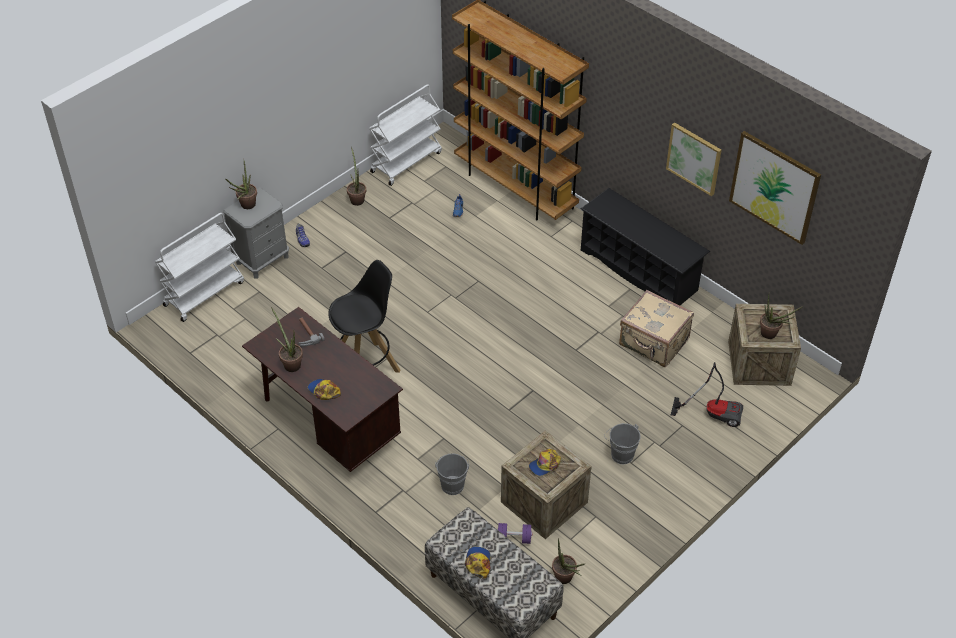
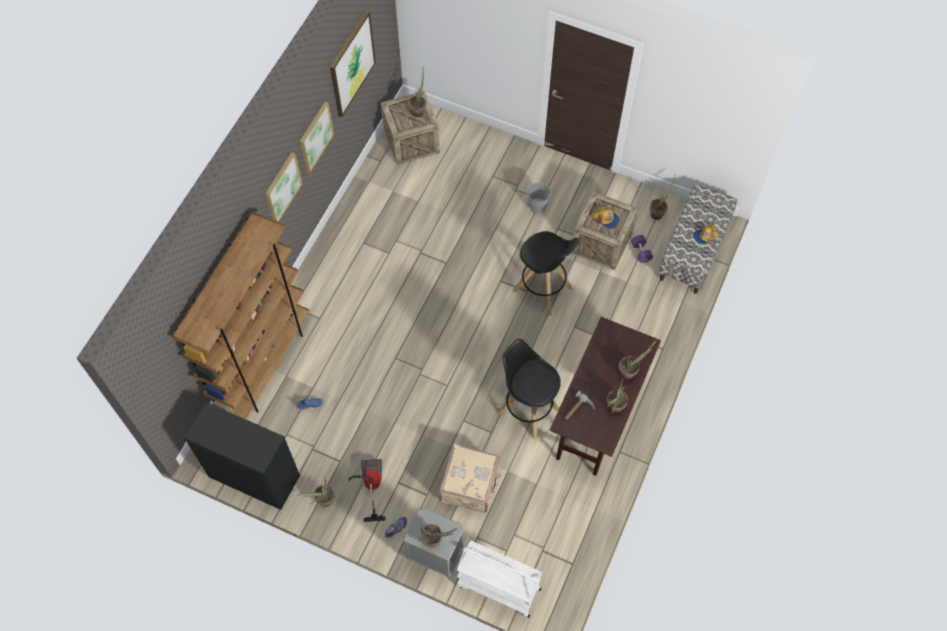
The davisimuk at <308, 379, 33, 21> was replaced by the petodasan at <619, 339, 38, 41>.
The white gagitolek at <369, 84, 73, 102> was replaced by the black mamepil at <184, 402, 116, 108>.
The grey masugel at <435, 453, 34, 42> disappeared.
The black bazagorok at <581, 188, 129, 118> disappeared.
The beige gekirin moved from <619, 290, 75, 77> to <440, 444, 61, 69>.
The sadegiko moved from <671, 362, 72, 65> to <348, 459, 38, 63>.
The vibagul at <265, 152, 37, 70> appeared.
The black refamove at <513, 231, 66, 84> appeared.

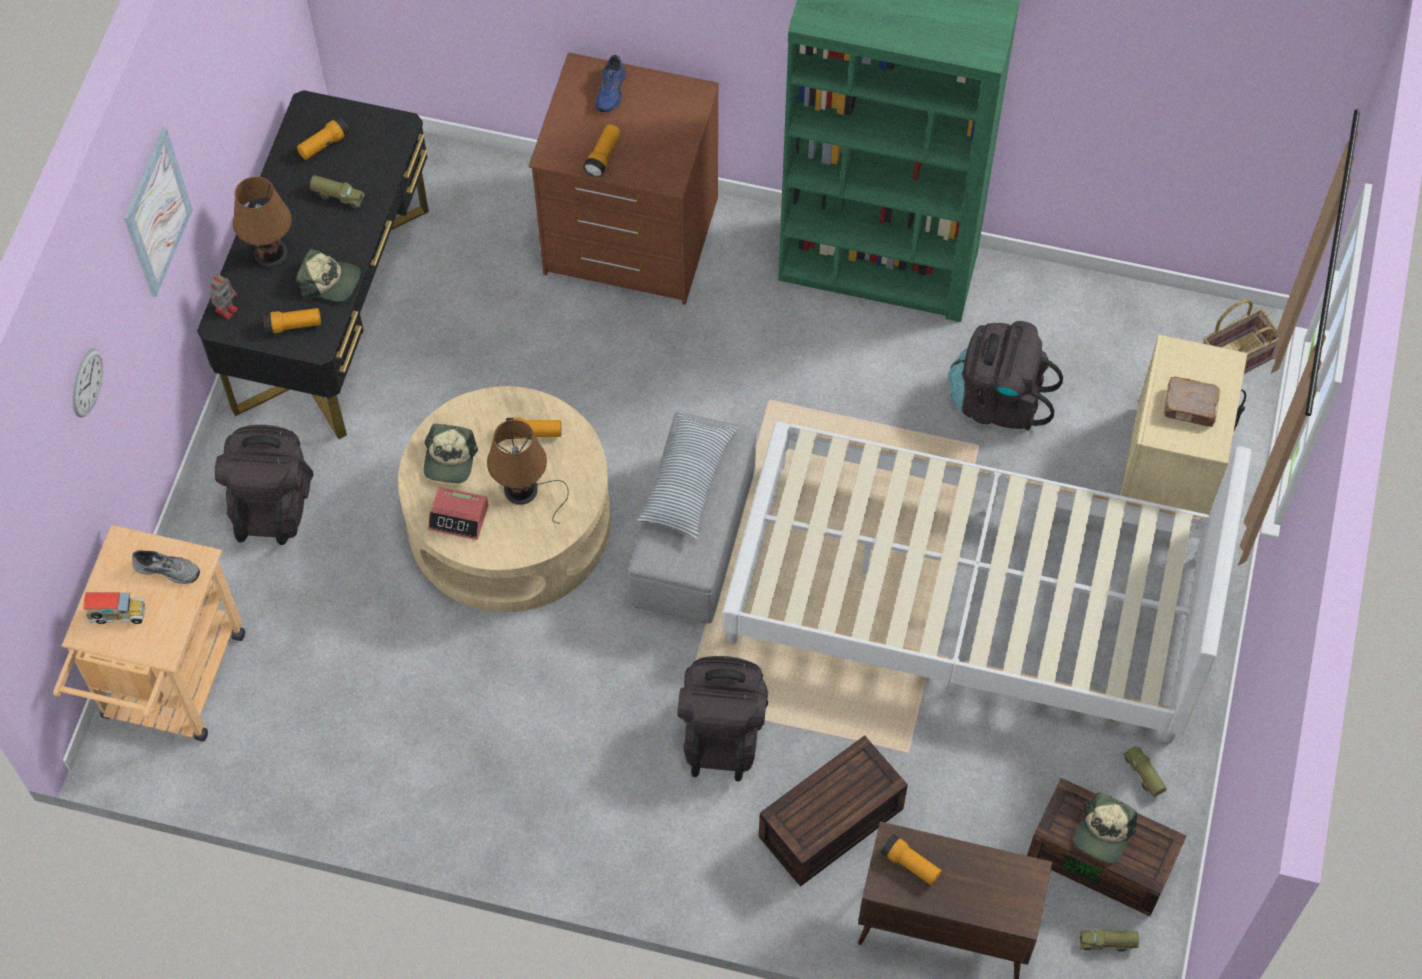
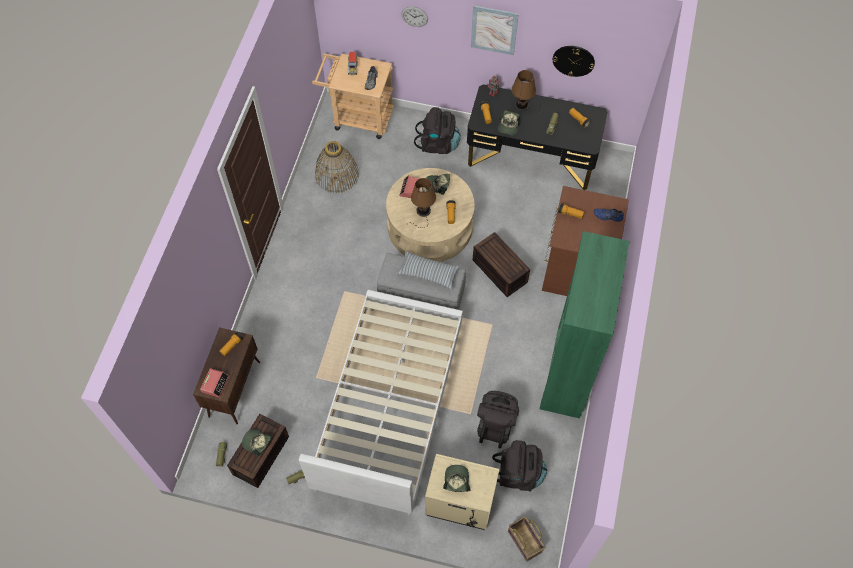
The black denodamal moved from <677, 656, 91, 125> to <492, 440, 55, 52>.
The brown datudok moved from <759, 735, 149, 152> to <473, 232, 57, 65>.
The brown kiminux at <1163, 377, 57, 50> was replaced by the davisimuk at <443, 465, 28, 27>.
The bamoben at <200, 368, 30, 30> appeared.
The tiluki at <315, 141, 44, 53> appeared.
The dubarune at <553, 46, 42, 31> appeared.

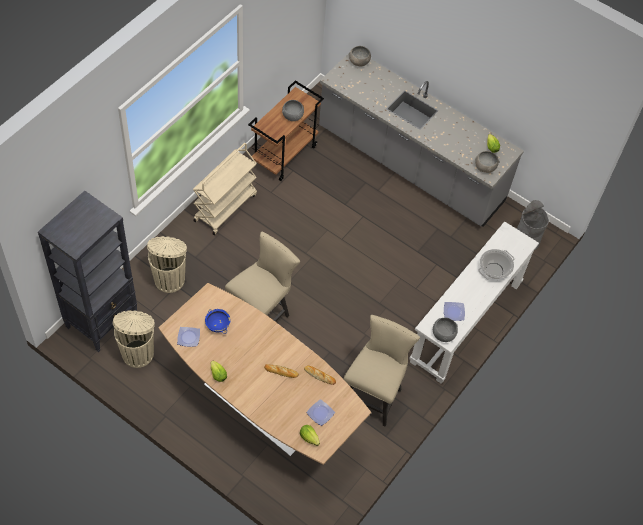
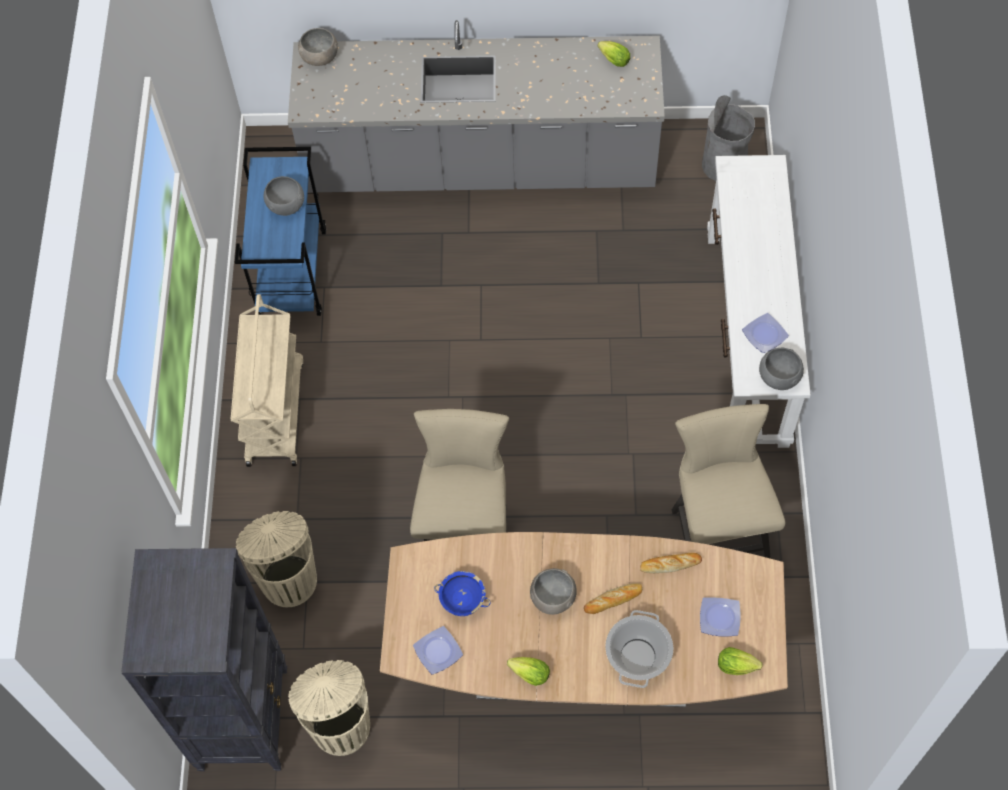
The brown gagitolek at <248, 80, 76, 101> became the blue gagitolek at <235, 147, 91, 169>.
The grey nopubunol moved from <475, 151, 24, 22> to <530, 568, 47, 47>.
The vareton moved from <478, 249, 37, 30> to <605, 610, 68, 78>.

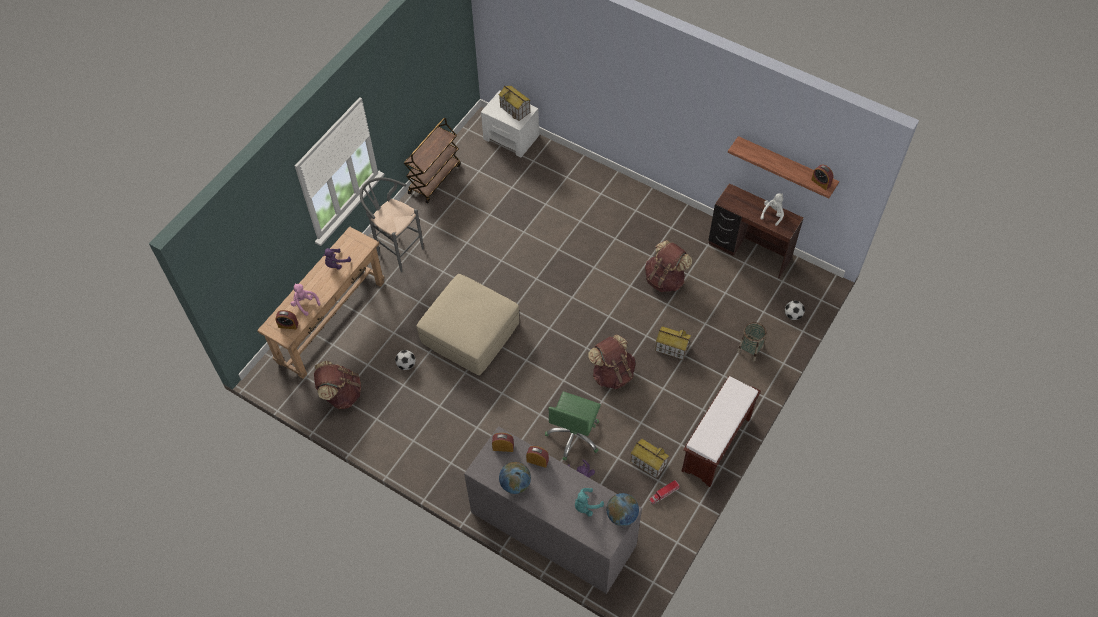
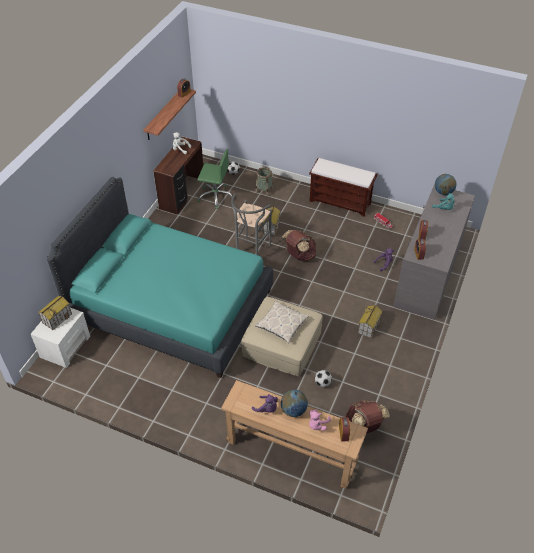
The grey refamove moved from <360, 177, 64, 95> to <231, 193, 41, 62>.
The brown gagitolek at <404, 118, 57, 85> disappeared.
The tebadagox moved from <499, 462, 32, 32> to <281, 390, 27, 27>.
The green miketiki moved from <545, 392, 56, 69> to <197, 149, 36, 60>.
The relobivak moved from <630, 439, 39, 40> to <358, 305, 24, 33>.
The brown denodamal at <645, 240, 47, 52> disappeared.
The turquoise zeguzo at <47, 177, 226, 201> appeared.
The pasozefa at <255, 301, 54, 42> appeared.

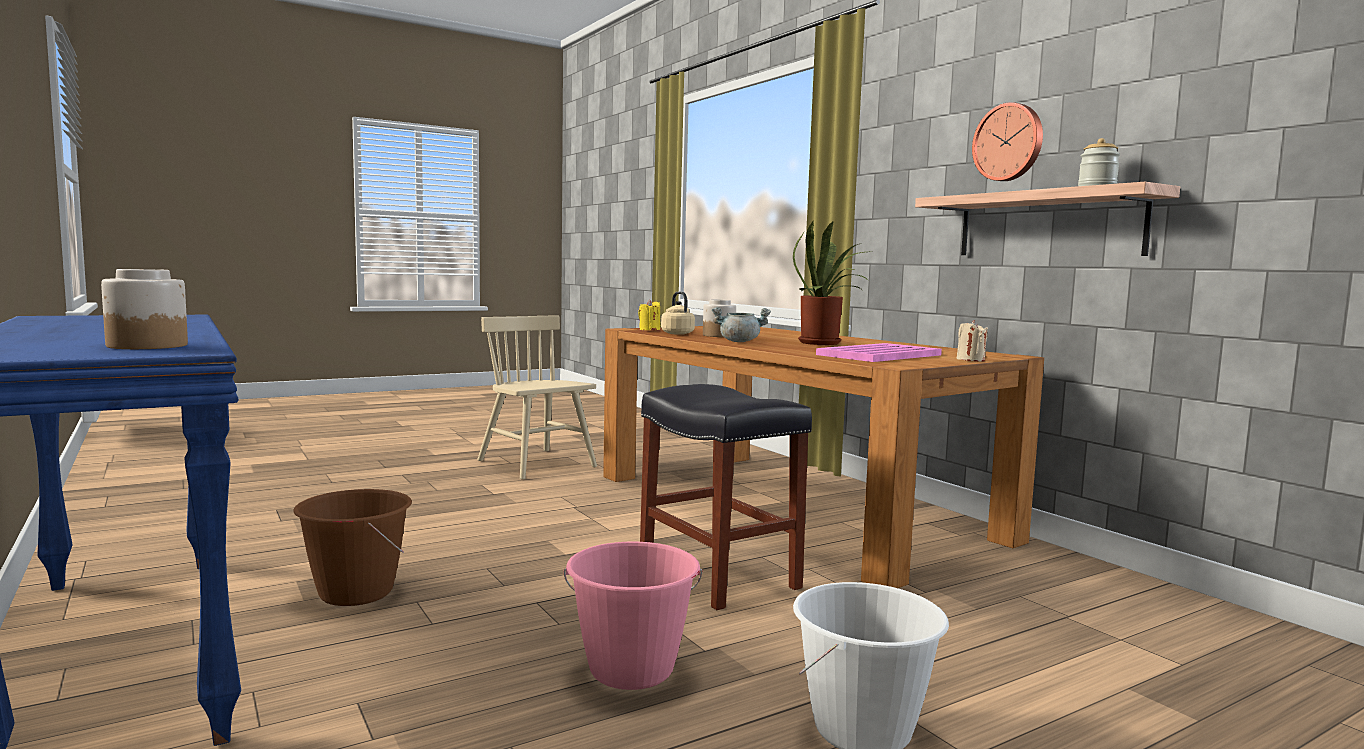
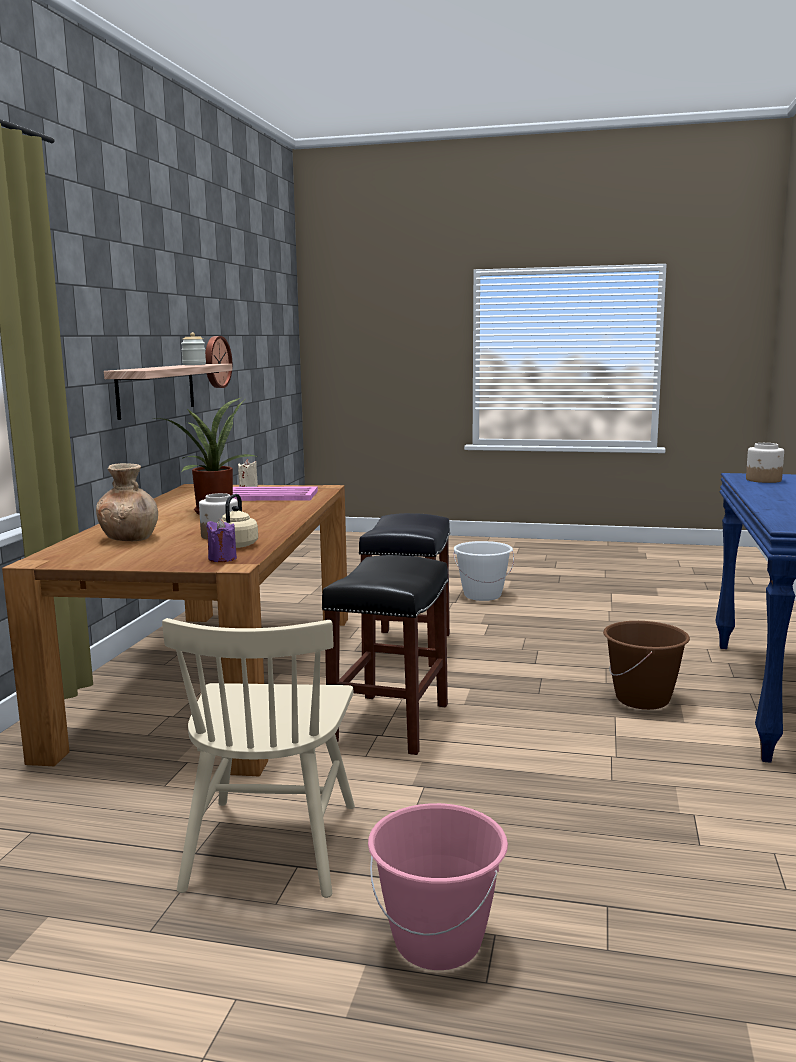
The pink masugel moved from <563, 542, 140, 148> to <368, 803, 140, 167>.
The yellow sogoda at <638, 299, 22, 31> became the purple sogoda at <206, 519, 31, 43>.
The grey vareton at <712, 307, 59, 35> disappeared.
The dubarune moved from <972, 102, 71, 79> to <205, 336, 27, 52>.
The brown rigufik at <96, 463, 62, 78> appeared.
The black refamove at <322, 555, 127, 200> appeared.

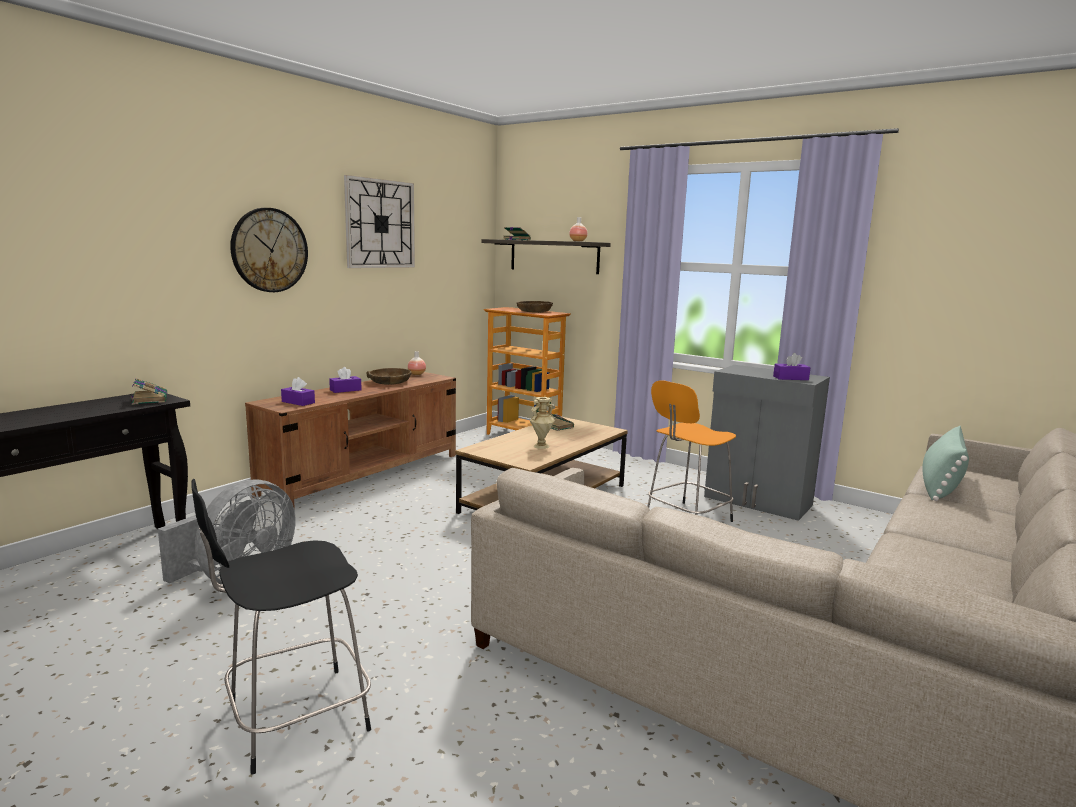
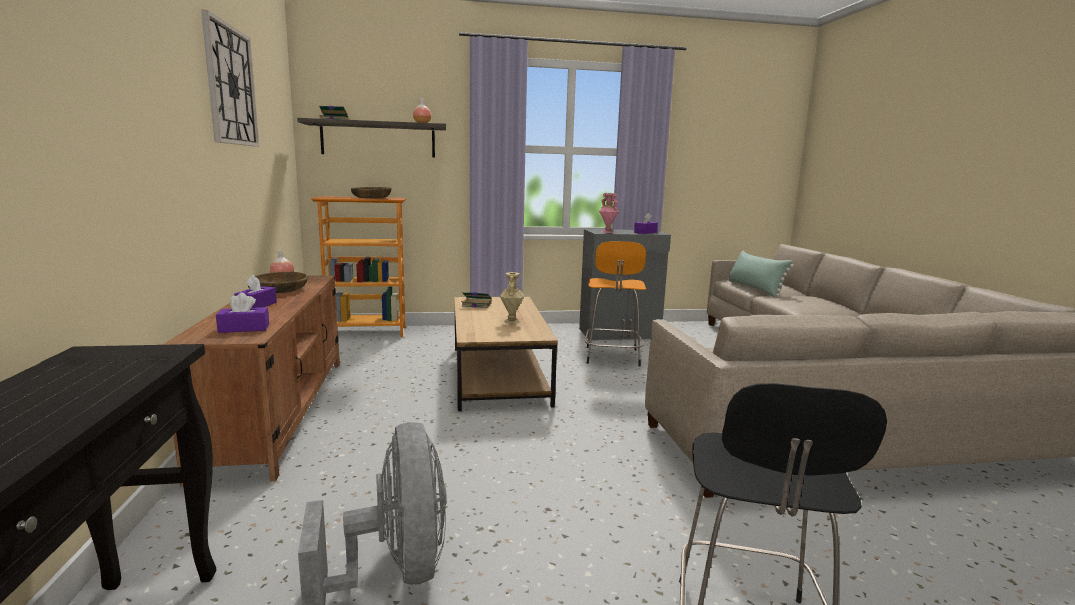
The kiminux at <131, 378, 36, 27> disappeared.
The dubarune at <230, 208, 78, 84> disappeared.
The pink rigufik at <599, 193, 20, 40> appeared.

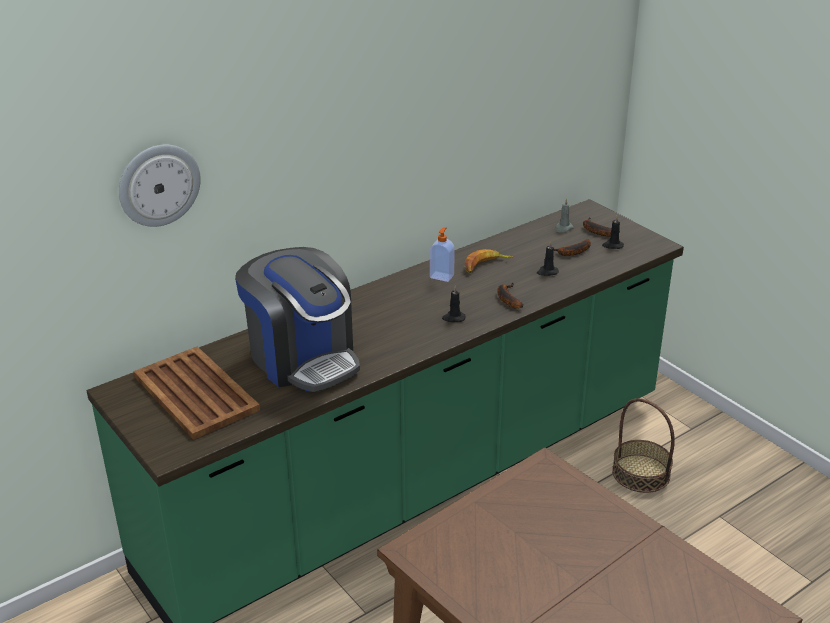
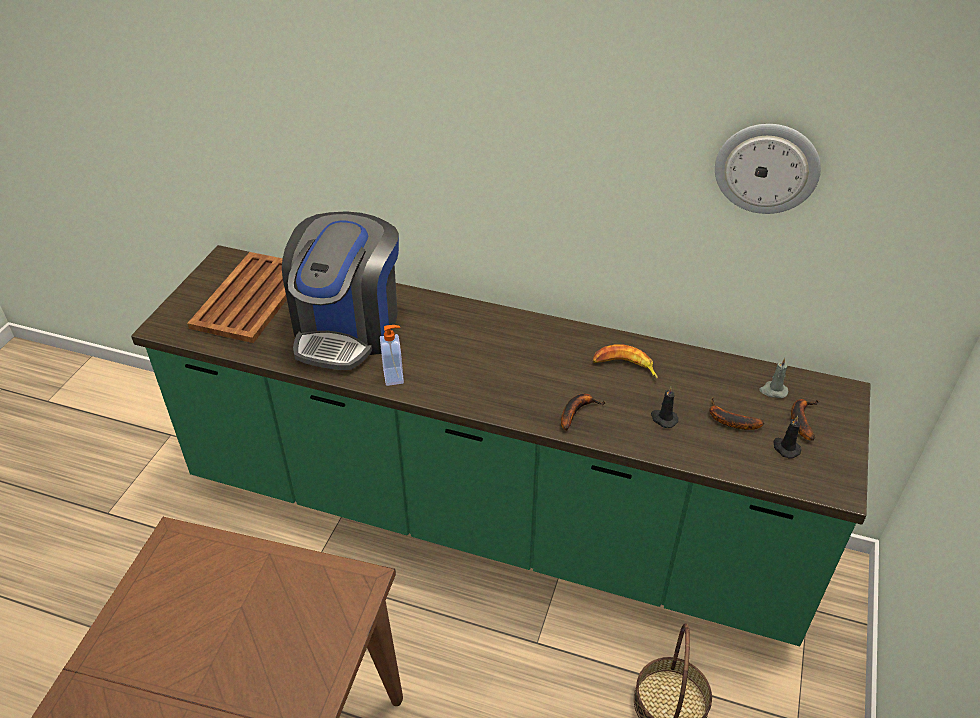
The dubarune moved from <119, 145, 82, 82> to <715, 124, 106, 90>.
The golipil moved from <430, 227, 25, 55> to <380, 325, 24, 61>.
The black sogoda at <442, 286, 24, 36> disappeared.

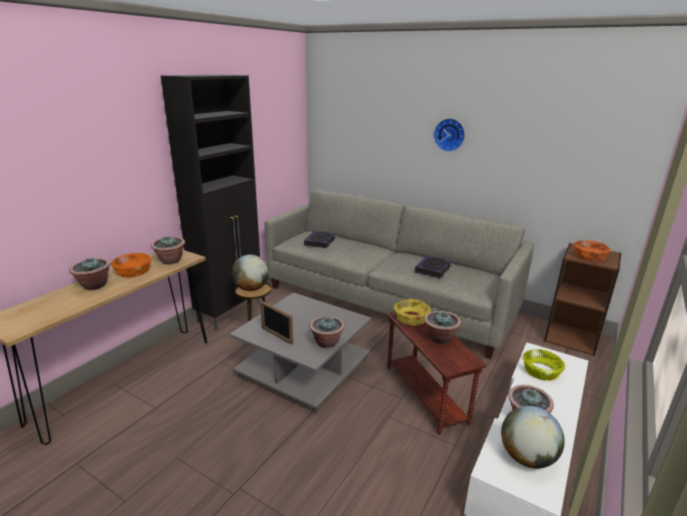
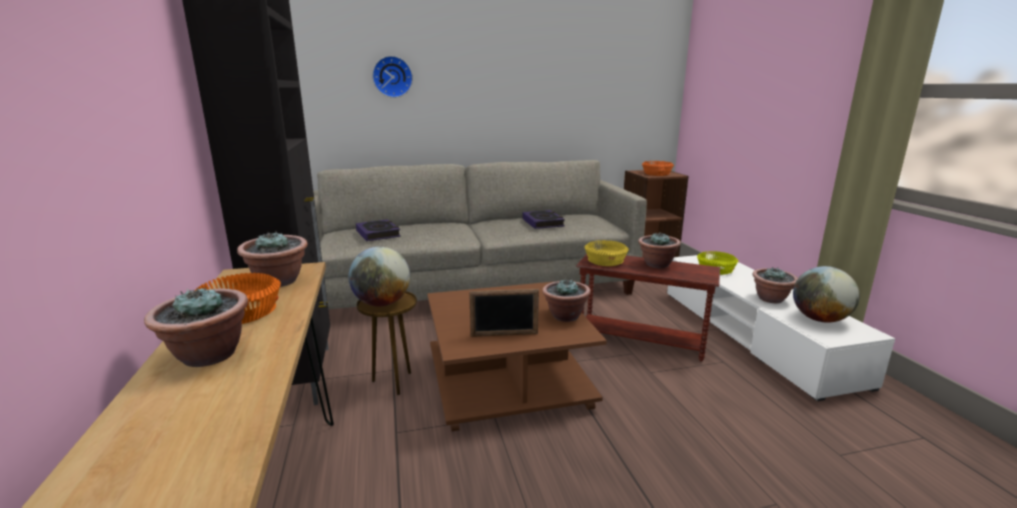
The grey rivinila at <229, 292, 143, 121> became the brown rivinila at <427, 282, 180, 150>.
The dubarune moved from <433, 118, 32, 34> to <372, 56, 41, 42>.

